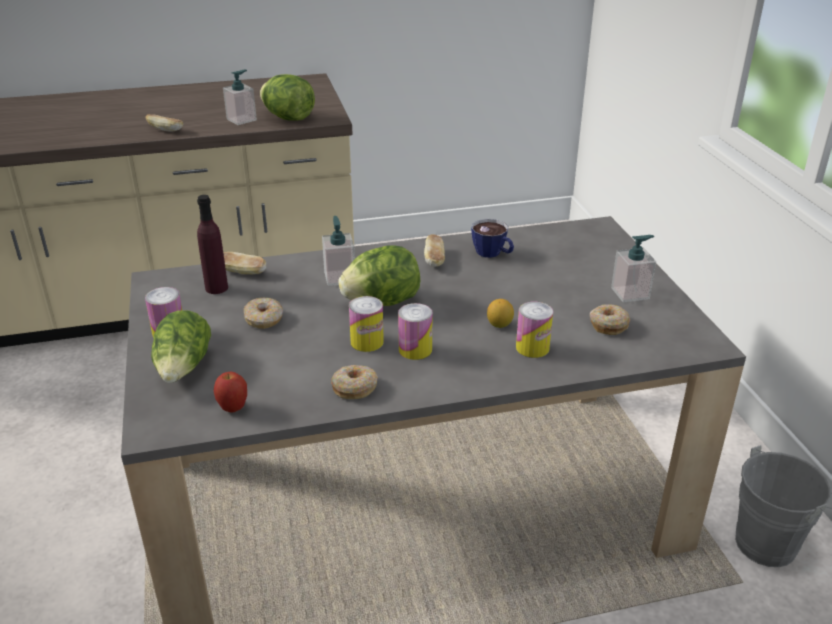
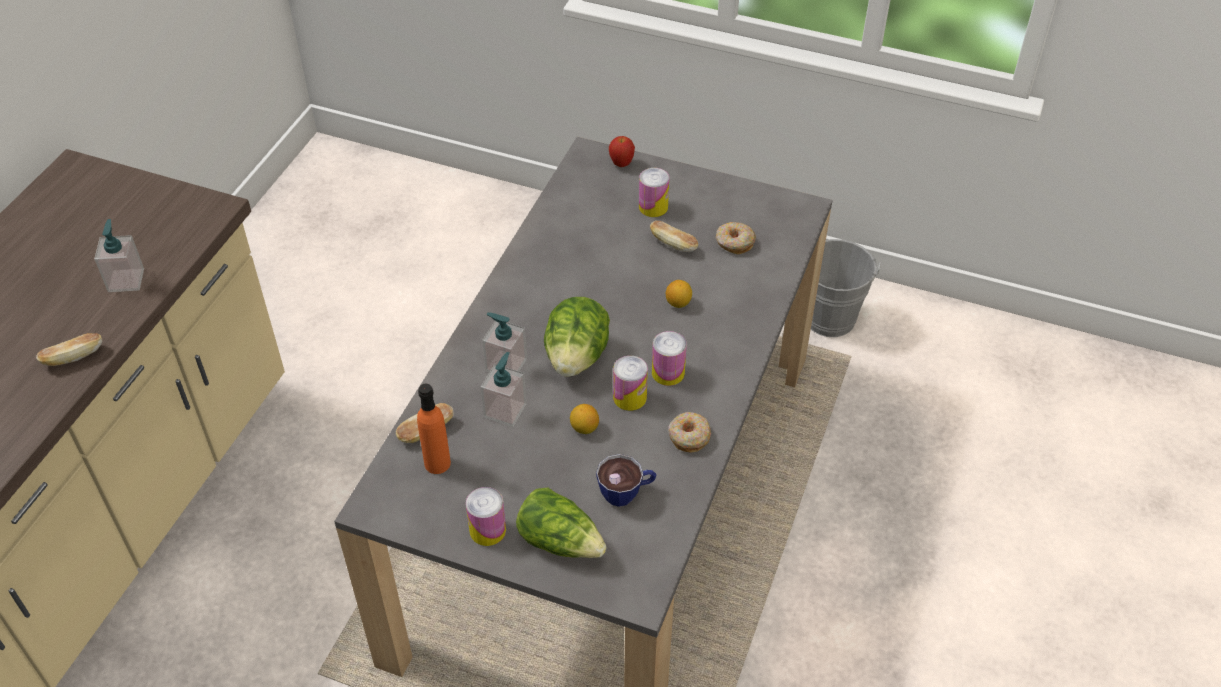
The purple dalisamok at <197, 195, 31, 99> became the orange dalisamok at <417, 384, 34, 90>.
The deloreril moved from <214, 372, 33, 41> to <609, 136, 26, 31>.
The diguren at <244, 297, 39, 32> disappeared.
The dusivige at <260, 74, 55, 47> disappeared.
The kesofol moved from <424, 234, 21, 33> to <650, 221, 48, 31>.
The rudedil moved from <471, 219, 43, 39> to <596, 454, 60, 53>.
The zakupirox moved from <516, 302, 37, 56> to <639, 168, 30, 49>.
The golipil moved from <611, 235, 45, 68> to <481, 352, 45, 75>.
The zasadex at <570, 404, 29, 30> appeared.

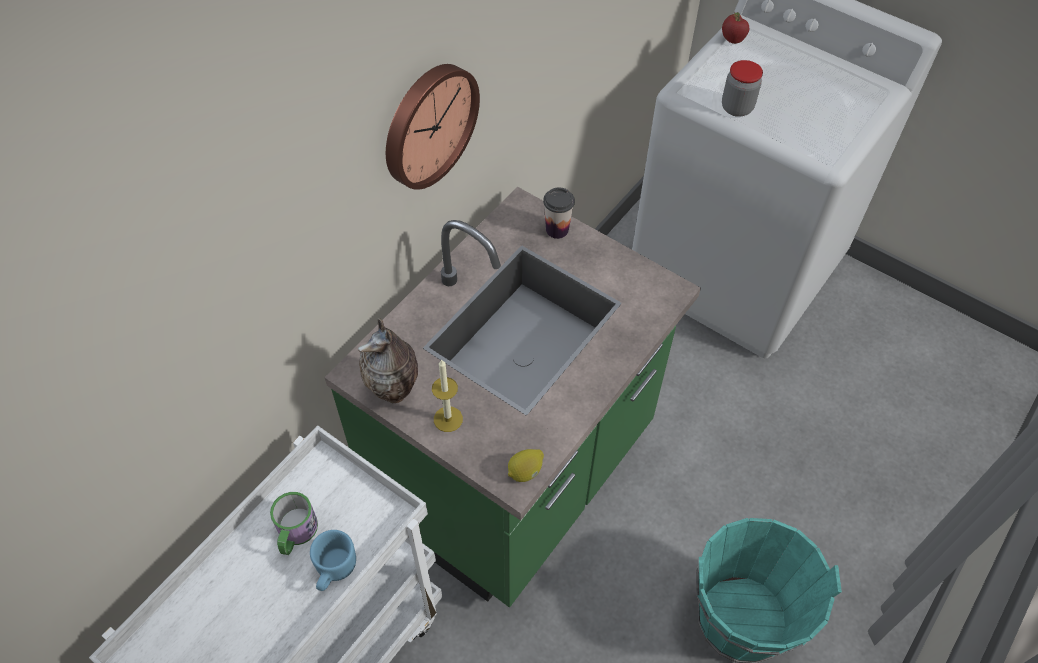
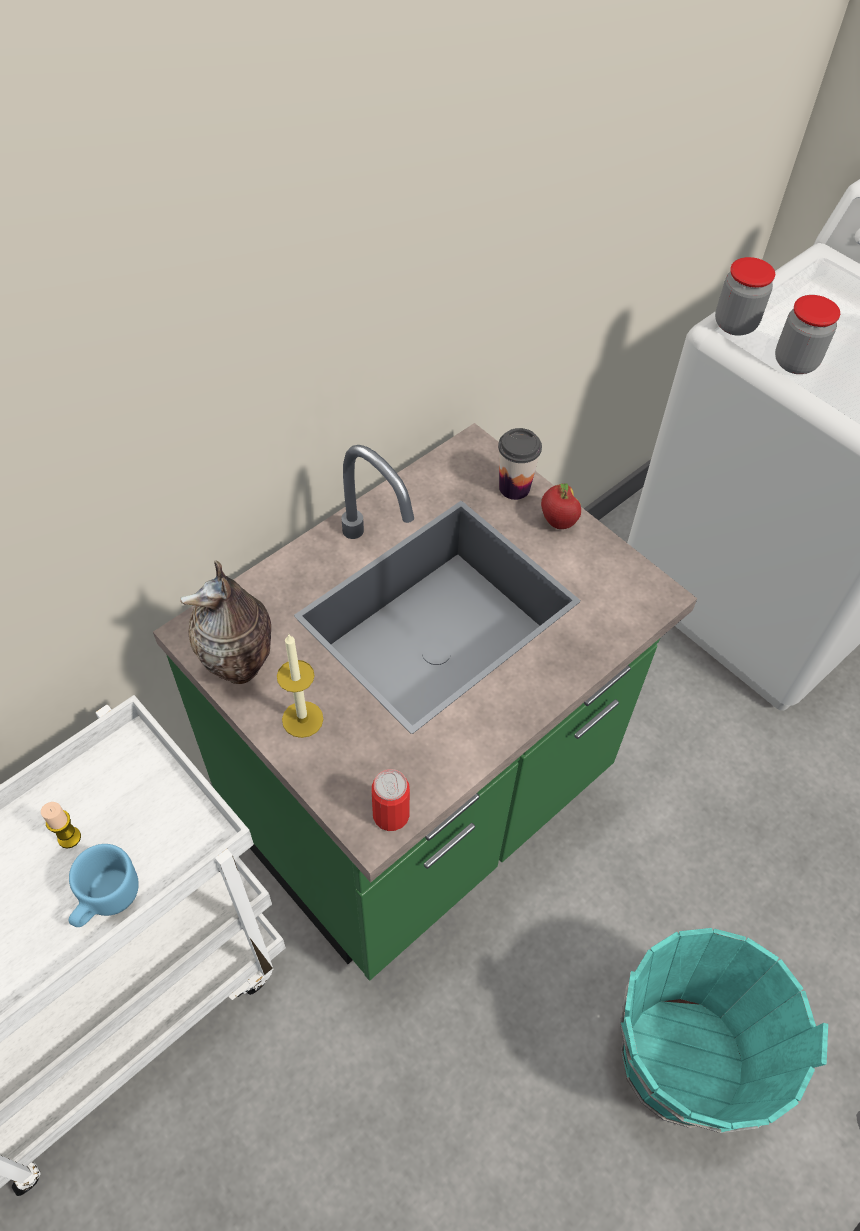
The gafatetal at <270, 492, 48, 63> was replaced by the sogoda at <41, 802, 40, 47>.
The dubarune at <386, 64, 94, 126> disappeared.
The zasadex at <508, 449, 36, 33> was replaced by the zakupirox at <372, 769, 38, 62>.
The deloreril moved from <722, 12, 27, 32> to <541, 483, 40, 46>.
The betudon at <715, 257, 60, 79> appeared.

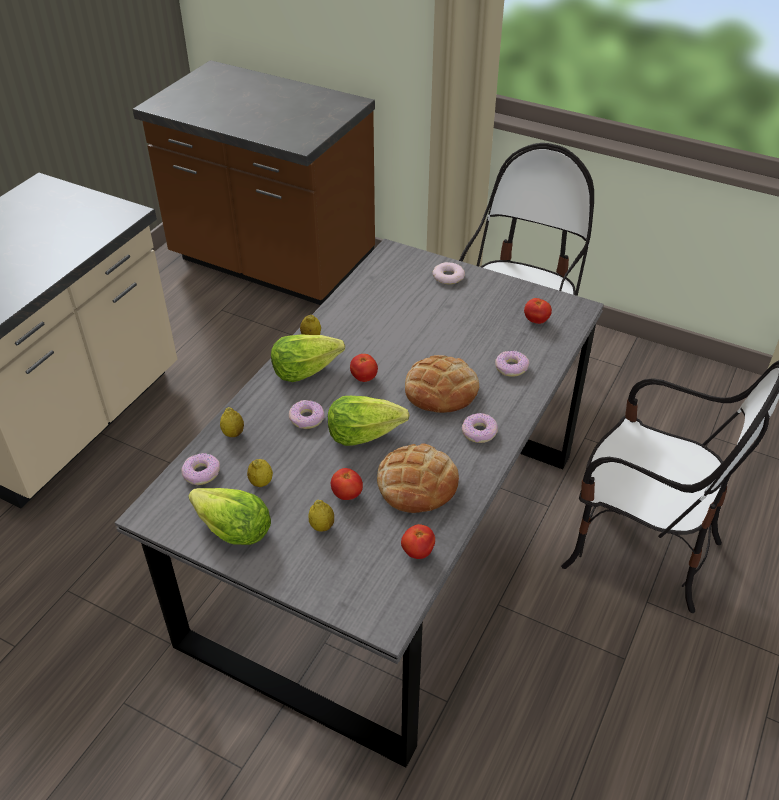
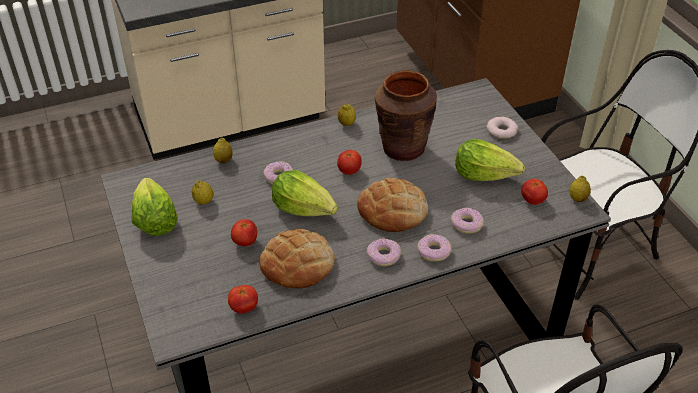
The diguren moved from <181, 453, 39, 32> to <417, 234, 35, 27>.
The dusivige moved from <271, 334, 74, 48> to <455, 139, 70, 42>.
The zasadex moved from <309, 500, 25, 32> to <569, 176, 22, 26>.
The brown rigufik at <375, 70, 62, 91> appeared.

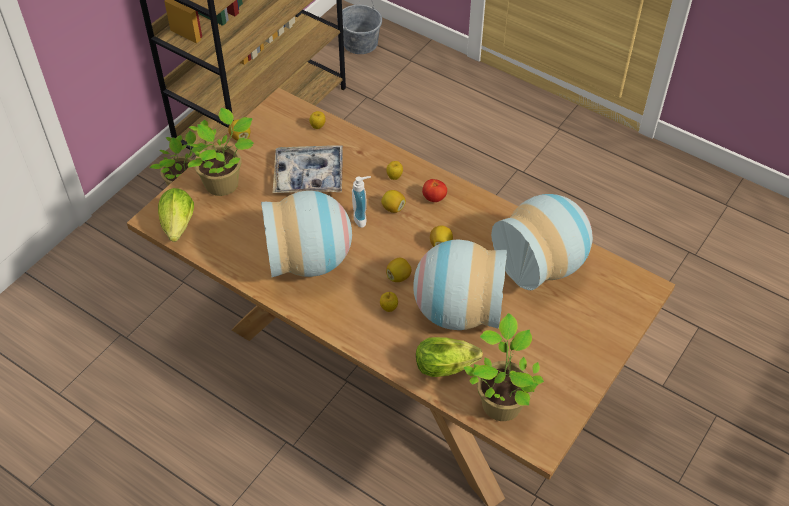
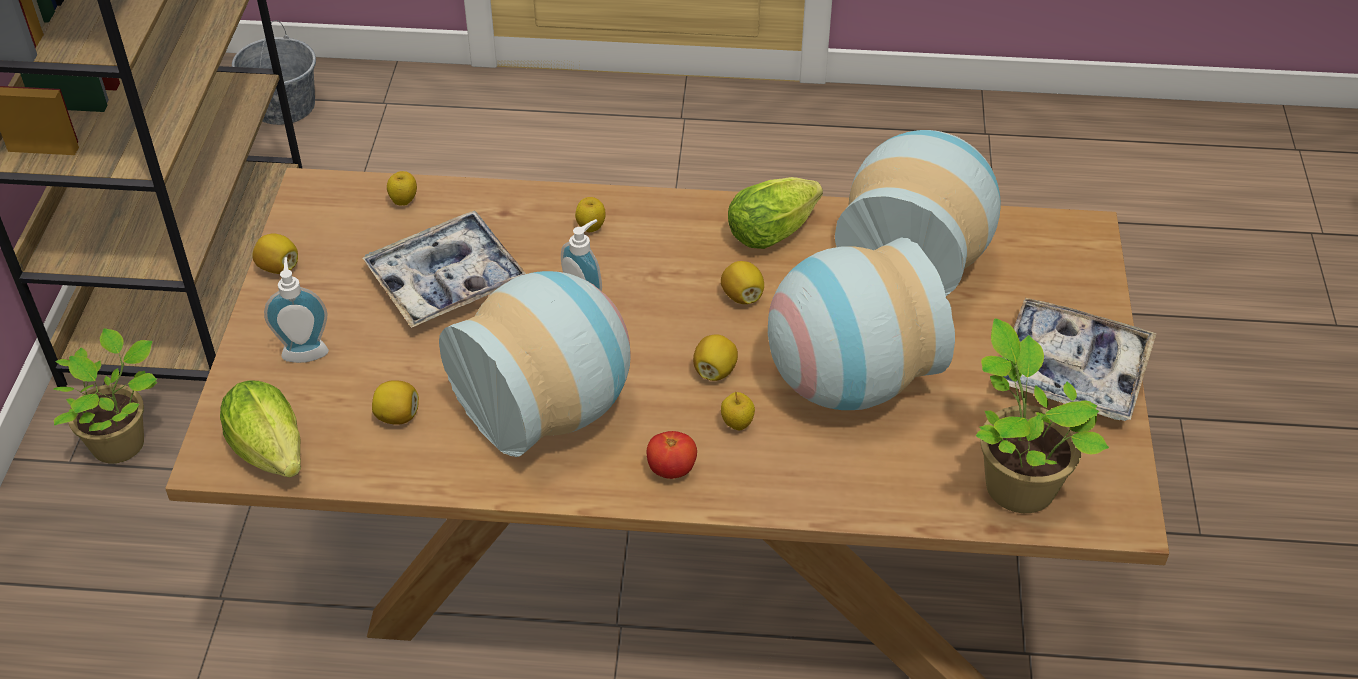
The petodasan at <187, 108, 67, 88> was replaced by the golipil at <264, 257, 65, 106>.
The zasadex moved from <381, 190, 25, 23> to <372, 380, 47, 45>.
The dusivige moved from <416, 337, 67, 40> to <728, 177, 95, 72>.
The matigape moved from <422, 179, 25, 23> to <647, 431, 50, 48>.
The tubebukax at <1002, 298, 155, 123> appeared.

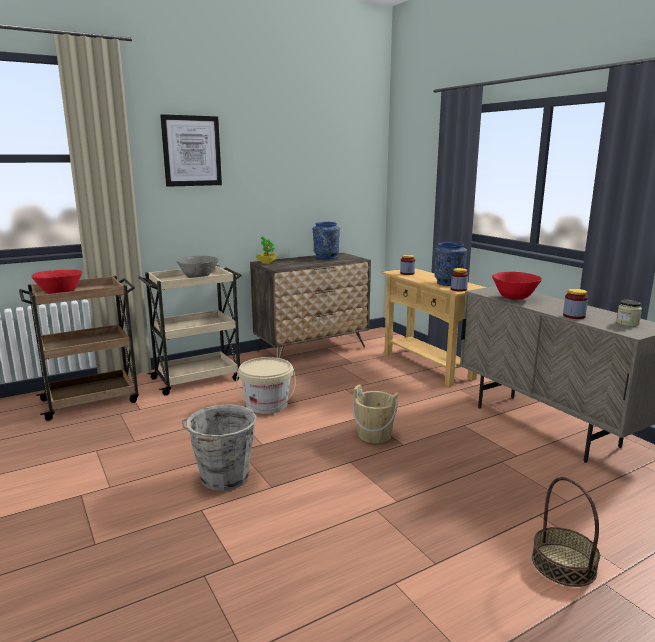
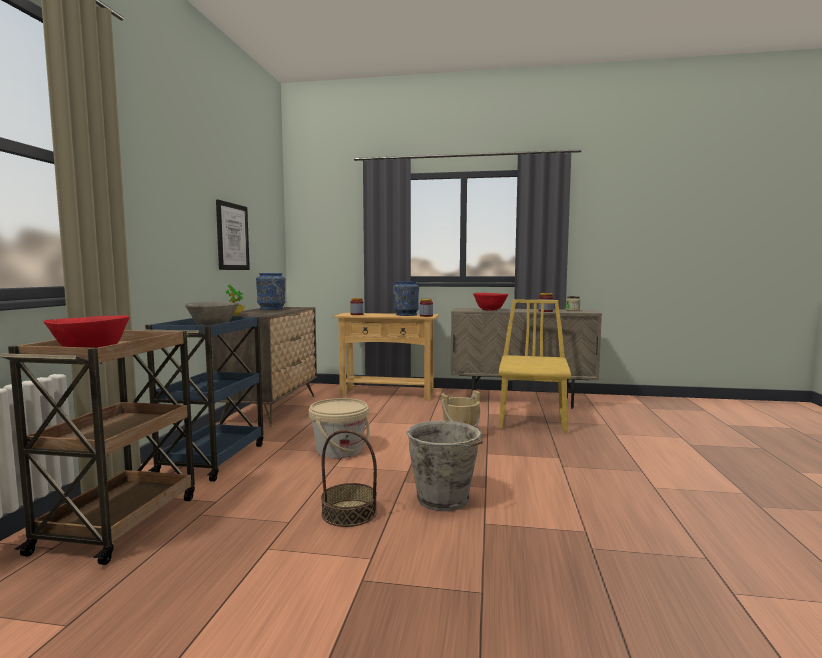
The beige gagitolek at <138, 265, 104, 131> became the blue gagitolek at <143, 316, 121, 166>.
The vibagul moved from <160, 114, 62, 73> to <216, 200, 34, 70>.
The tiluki moved from <532, 477, 68, 110> to <321, 430, 56, 97>.
The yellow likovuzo at <499, 299, 72, 134> appeared.

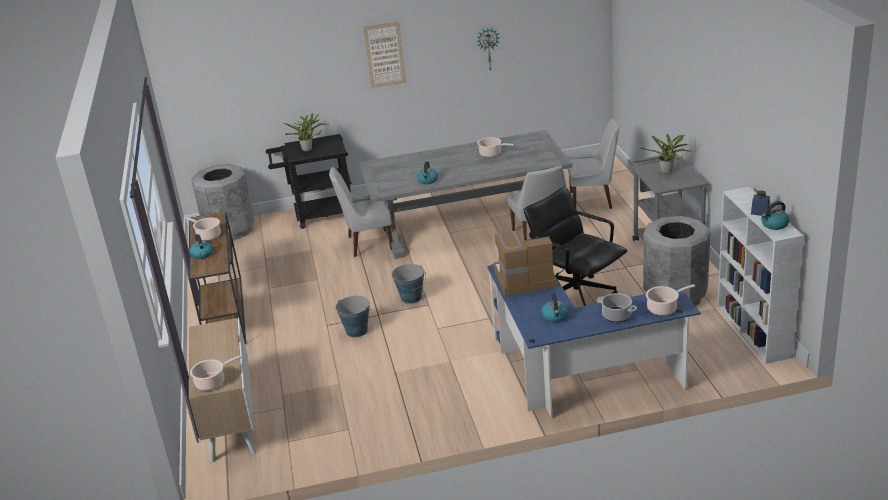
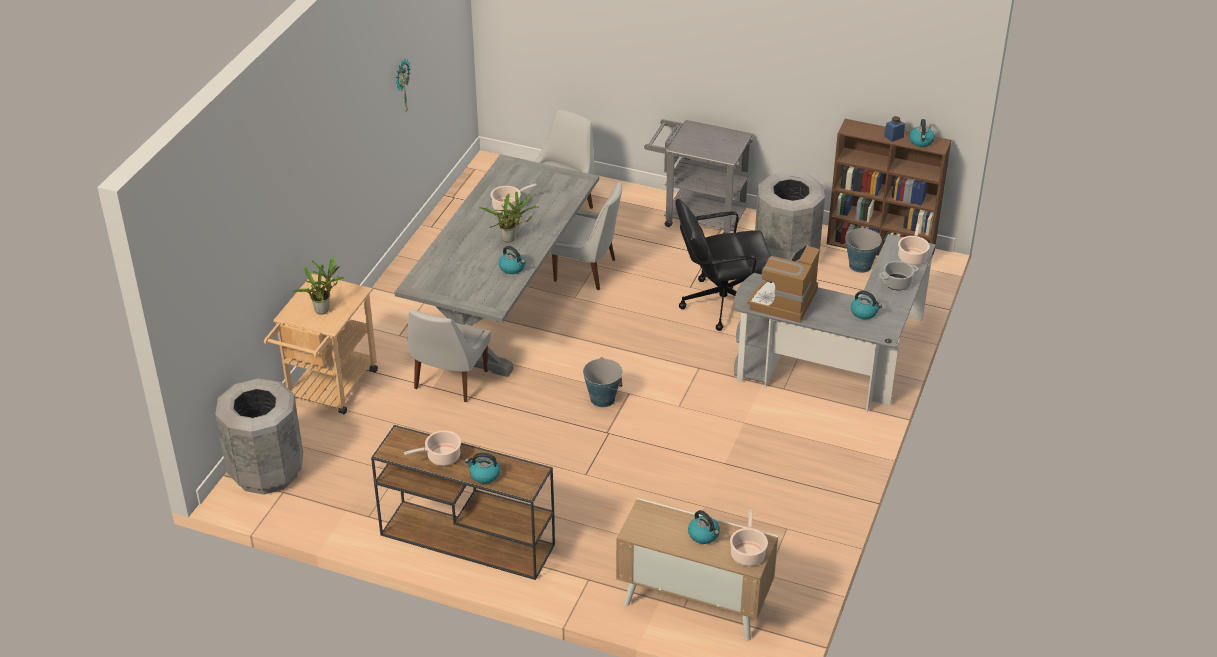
The black gagitolek at <266, 134, 86, 95> became the beige gagitolek at <264, 274, 114, 140>.
The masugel moved from <336, 296, 35, 42> to <844, 228, 38, 45>.
The vibagul at <363, 21, 43, 67> disappeared.
The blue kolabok at <487, 264, 214, 154> became the grey kolabok at <734, 234, 202, 179>.
The petodasan moved from <641, 134, 52, 40> to <479, 192, 58, 50>.
The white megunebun at <718, 187, 86, 177> became the brown megunebun at <827, 119, 124, 138>.
The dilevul at <688, 510, 32, 34> appeared.

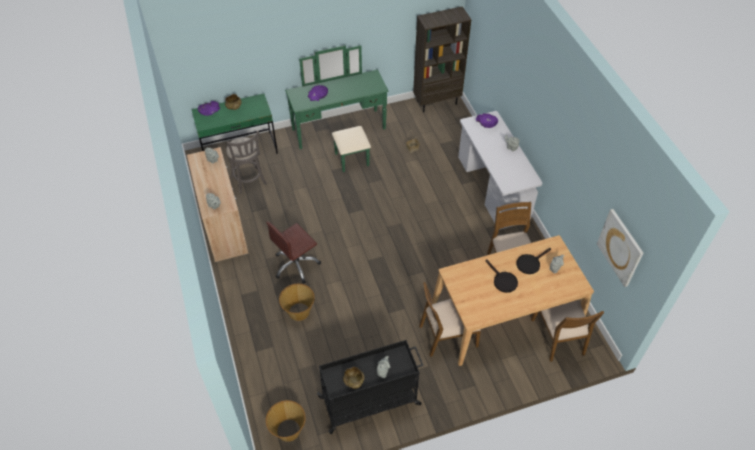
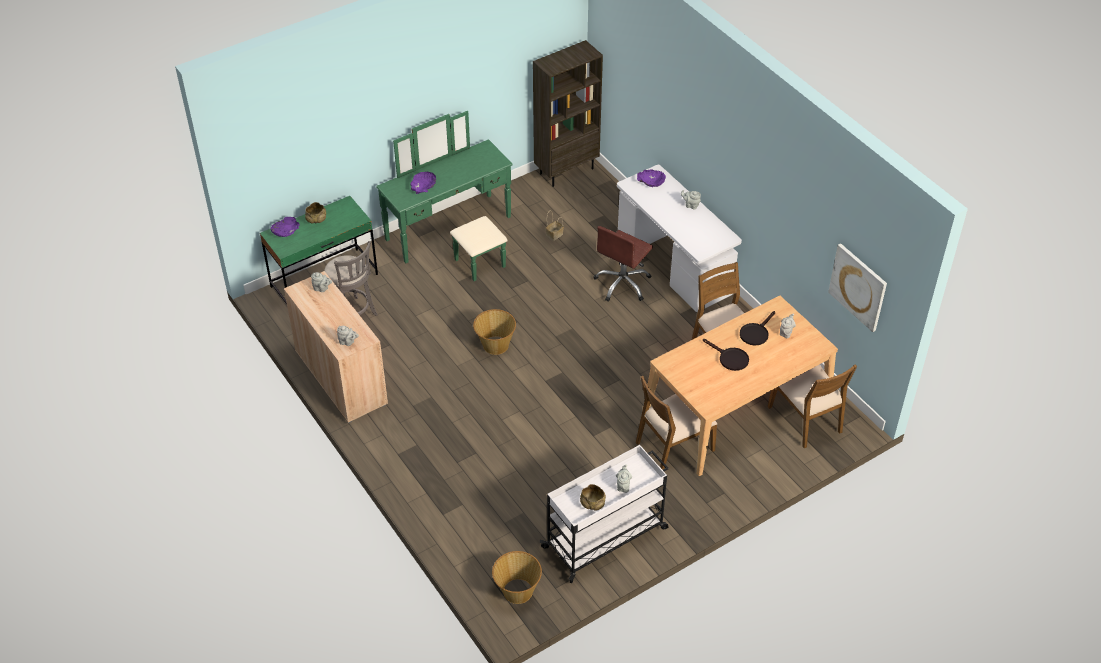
The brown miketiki moved from <266, 221, 55, 63> to <593, 226, 60, 76>.
The tiluki moved from <279, 284, 36, 37> to <473, 309, 43, 46>.
The black gagitolek at <317, 340, 107, 94> became the white gagitolek at <540, 445, 129, 138>.

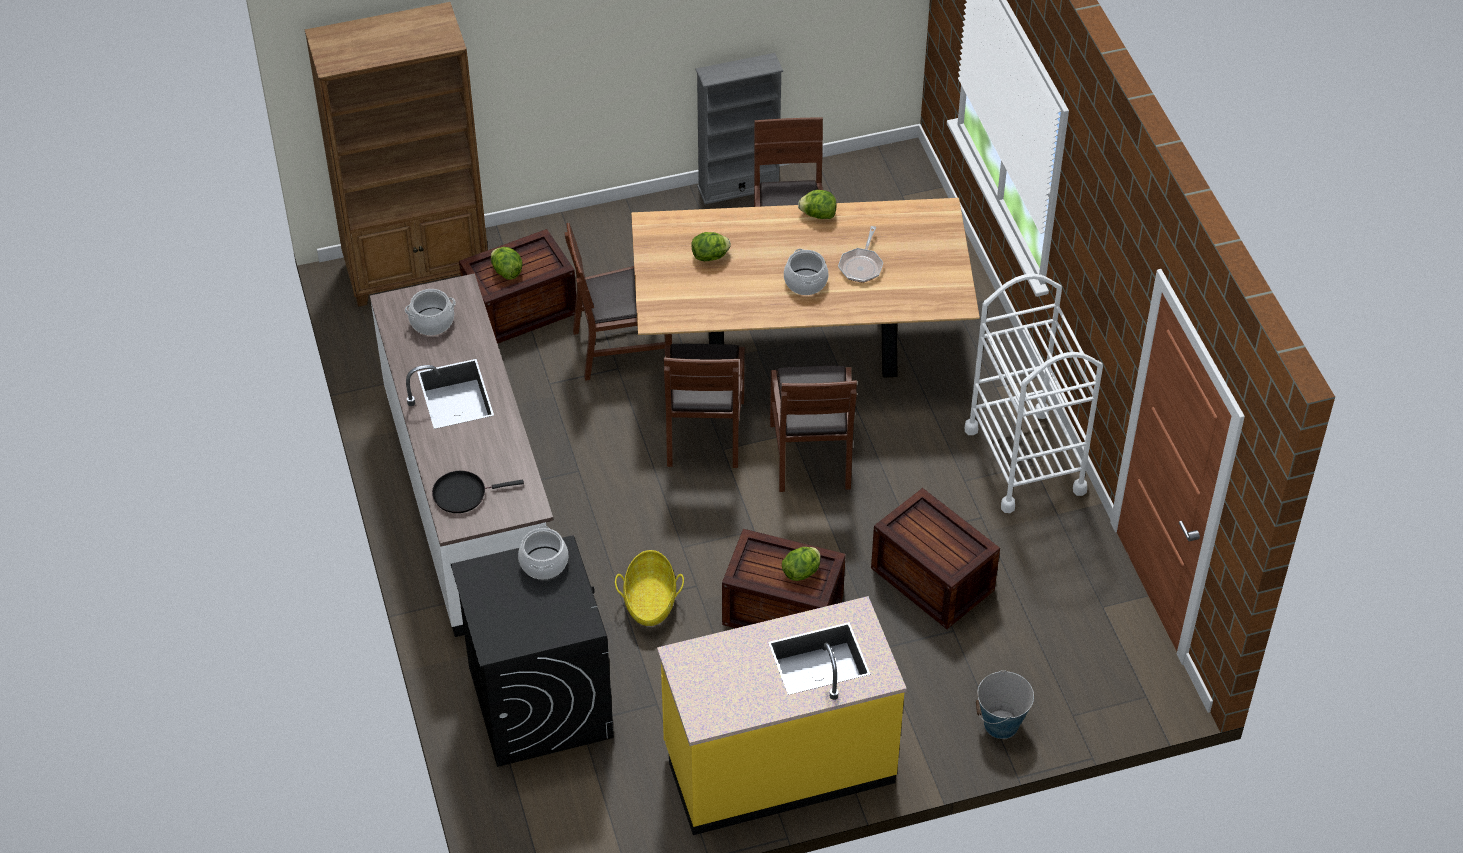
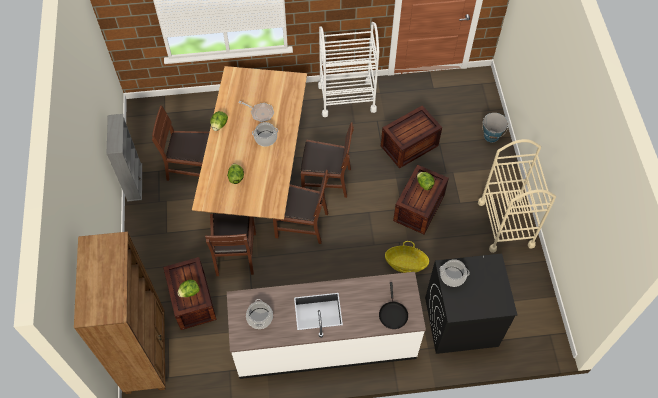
The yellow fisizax at <657, 596, 250, 239> was replaced by the beige gagitolek at <478, 139, 78, 114>.

